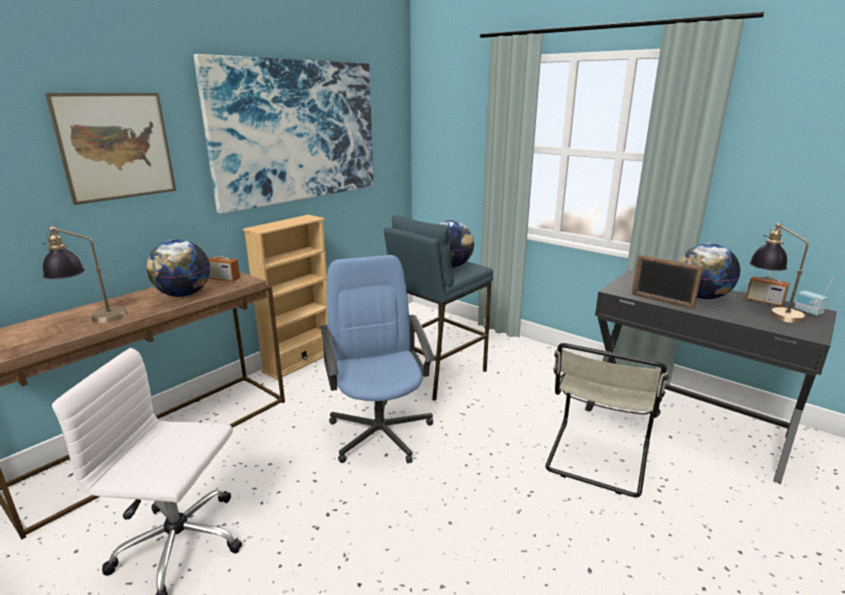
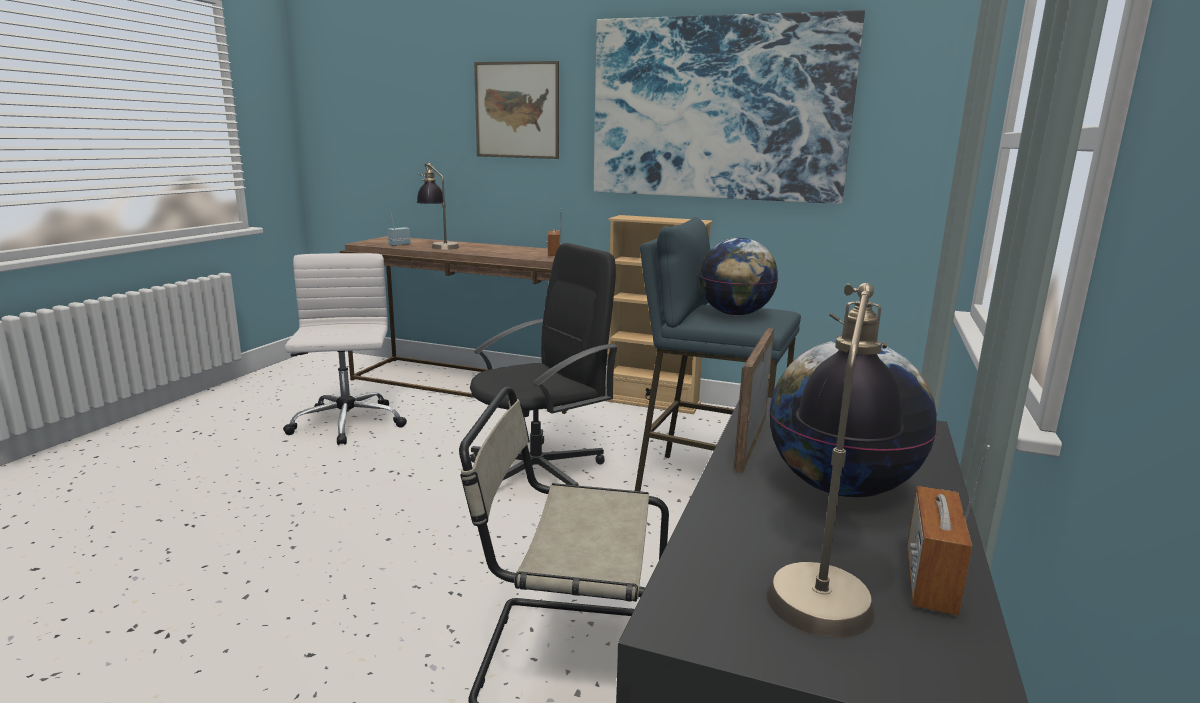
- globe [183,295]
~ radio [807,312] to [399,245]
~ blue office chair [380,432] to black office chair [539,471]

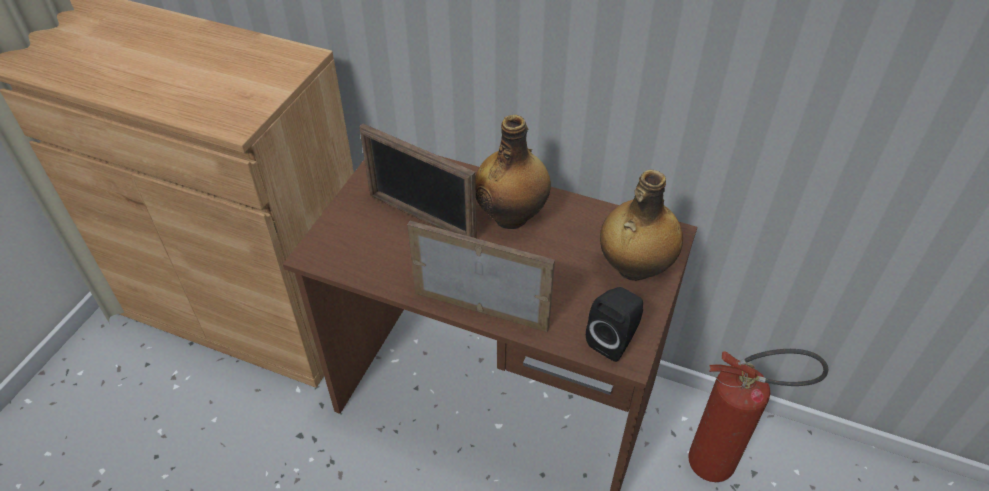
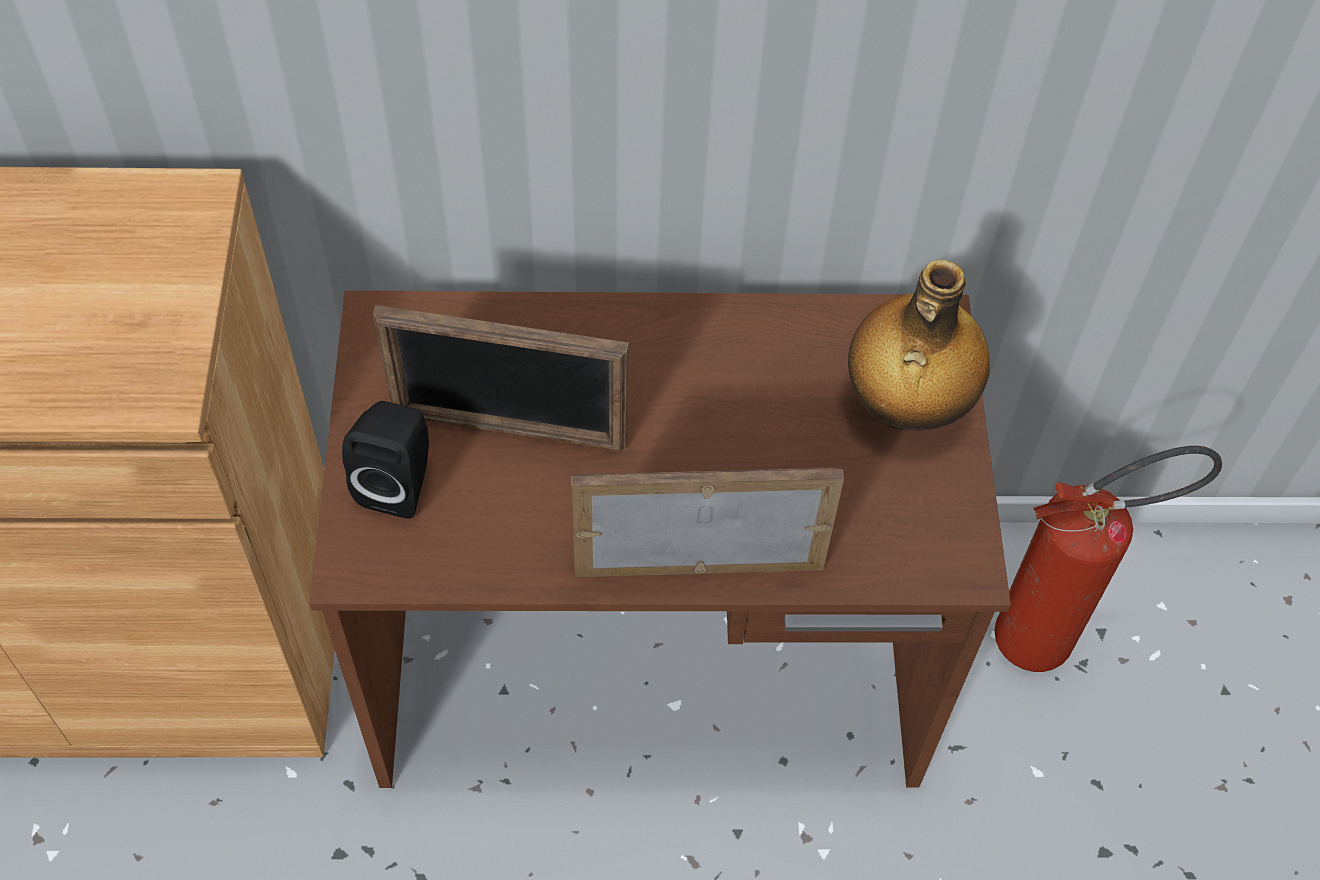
- bottle [512,216]
~ black speaker [614,340] to [399,482]

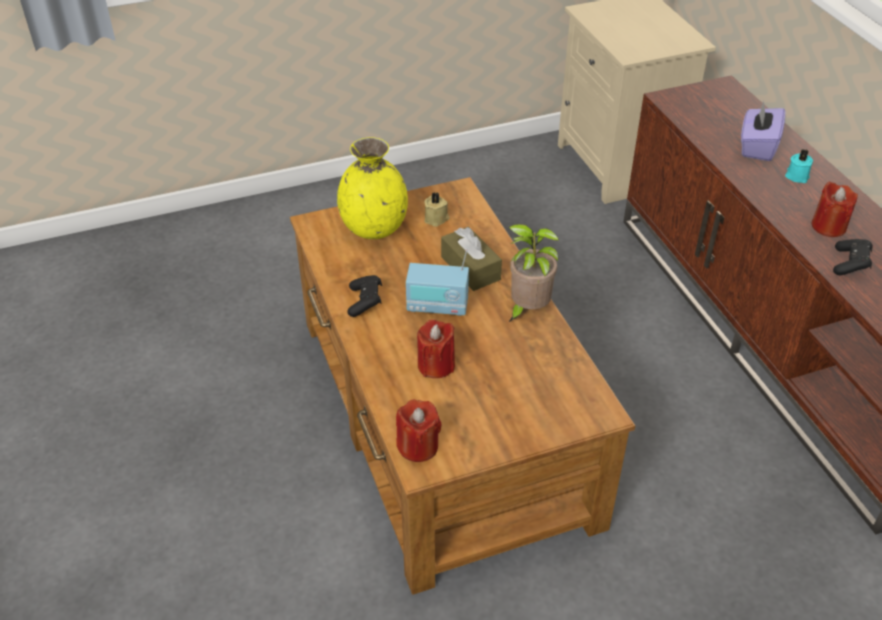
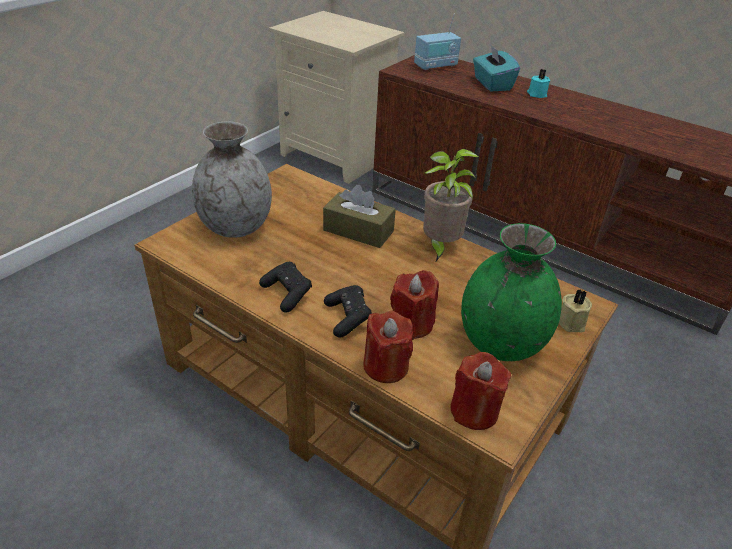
+ green vase [501,344]
~ radio [437,306] to [435,66]
~ beige candle [436,219] to [572,322]
~ red candle [828,226] to [385,366]
~ black game controller [850,264] to [348,318]
~ yellow vase [374,228] to grey vase [235,227]
~ purple tissue box [757,147] to turquoise tissue box [492,84]

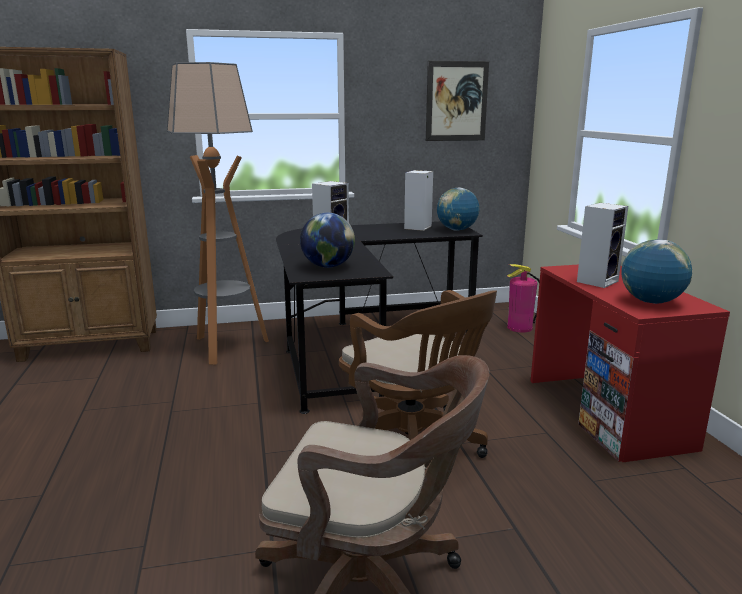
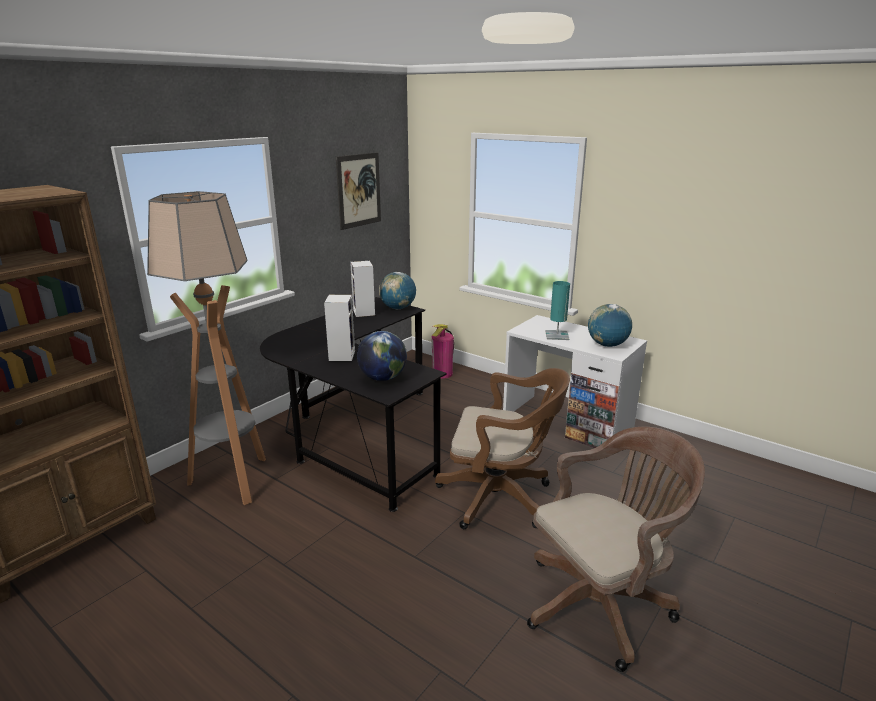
~ speaker [597,281] to turquoise table lamp [557,335]
~ red desk [607,412] to white desk [567,422]

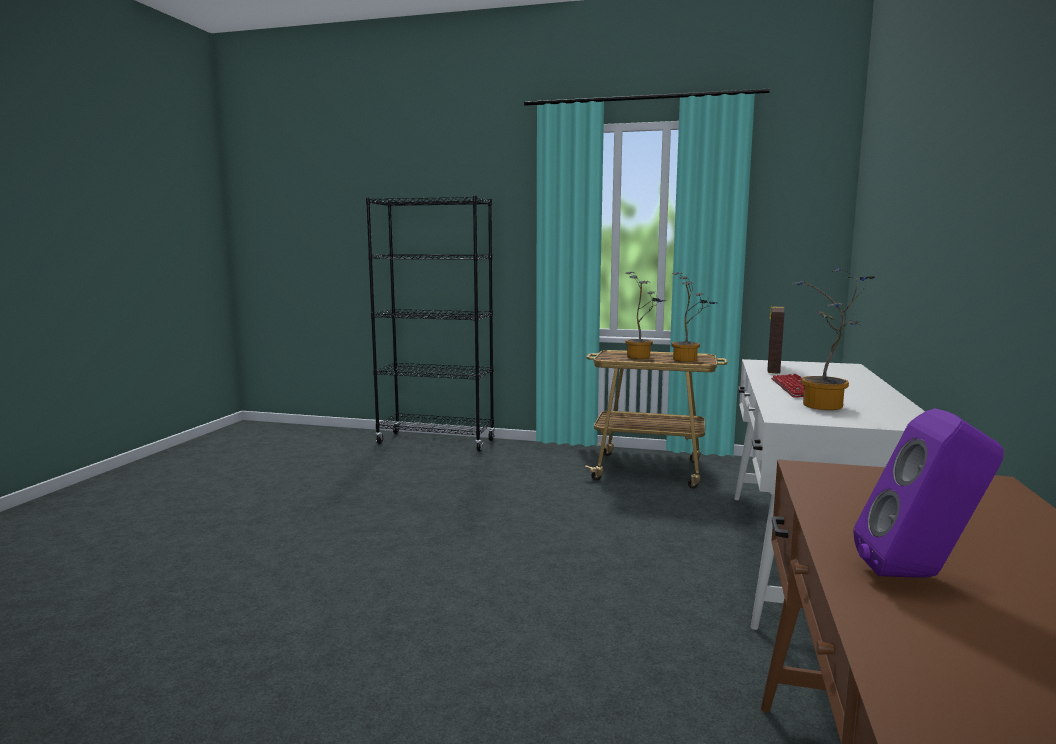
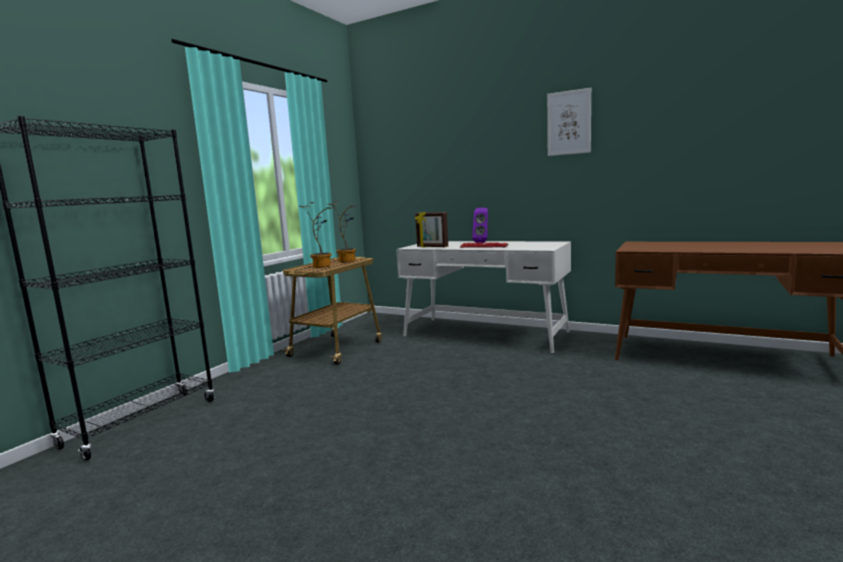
- potted plant [824,407]
+ picture [569,123]
~ purple speaker [919,576] to [482,243]

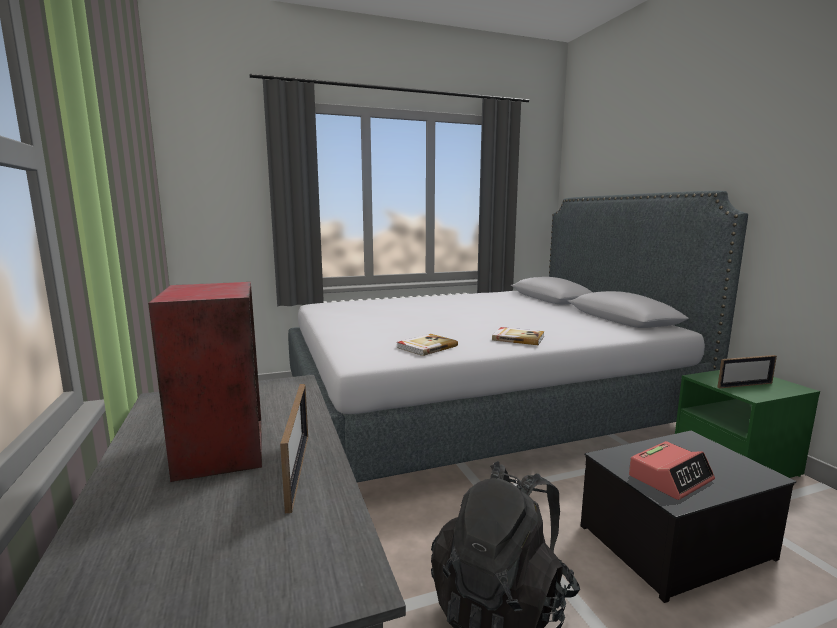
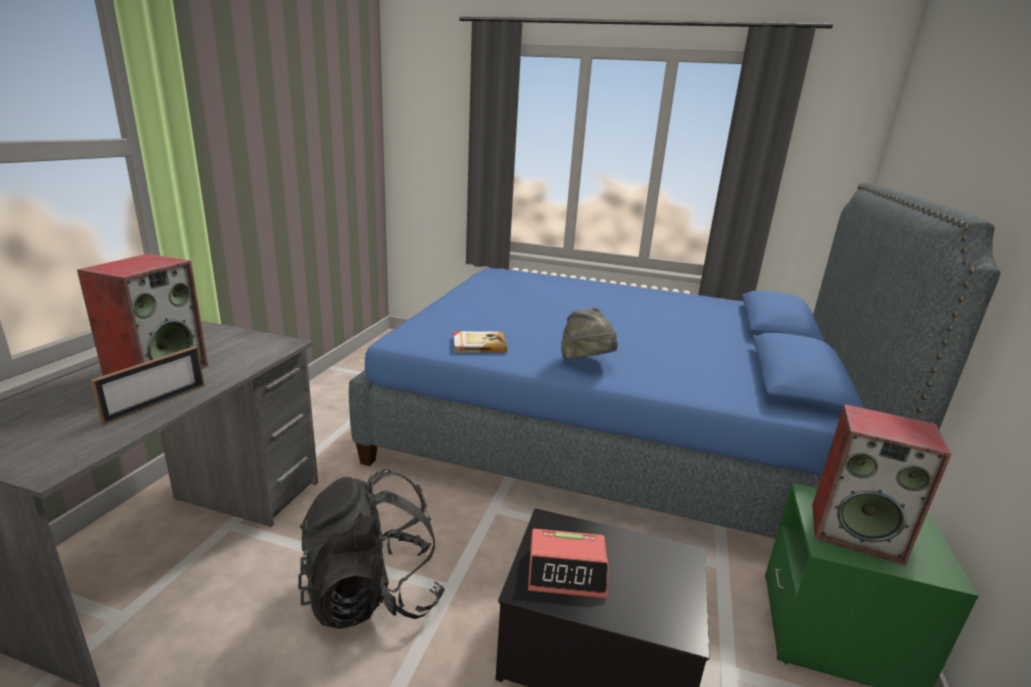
~ book [518,338] to grey hat [586,363]
~ picture frame [745,385] to speaker [857,532]
~ grey bed [479,408] to blue bed [612,431]

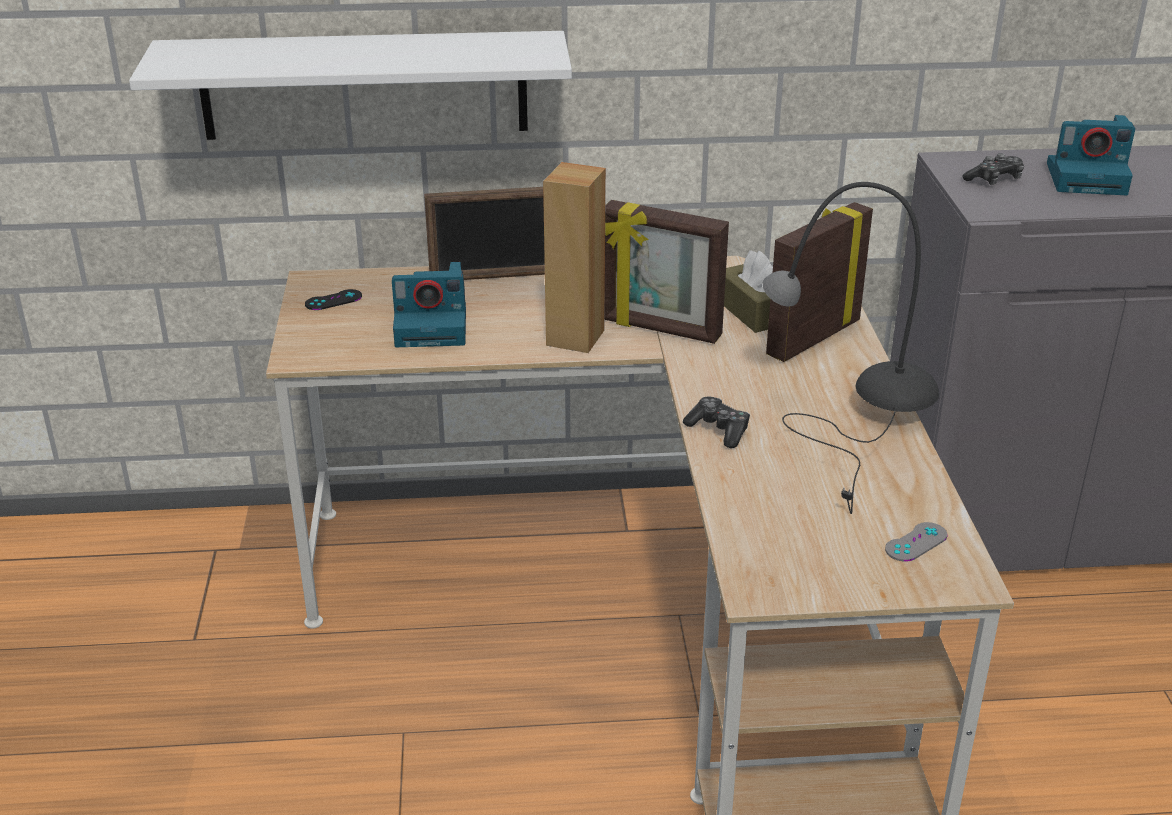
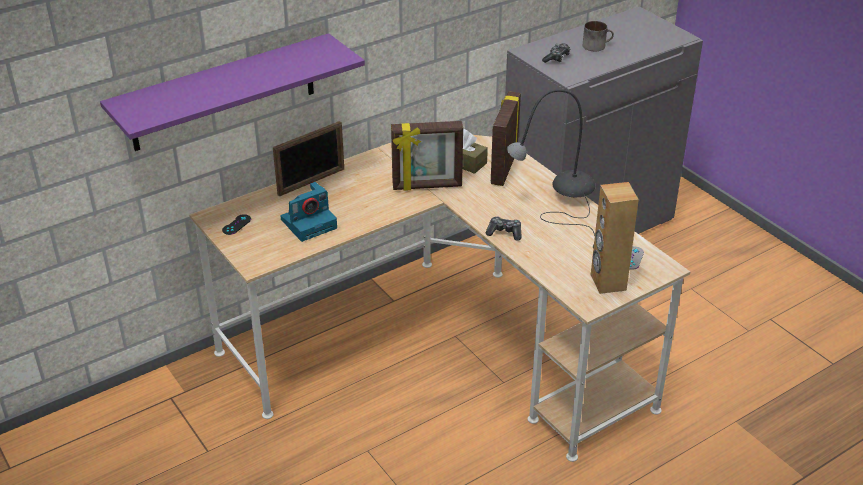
~ brown speaker [574,337] to [607,282]
~ photo camera [1088,178] to mug [596,45]
~ white shelf [364,85] to purple shelf [223,93]

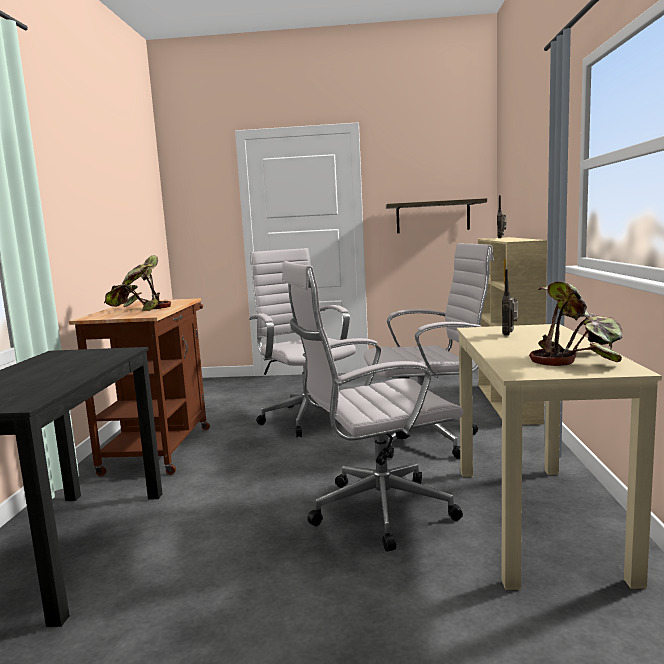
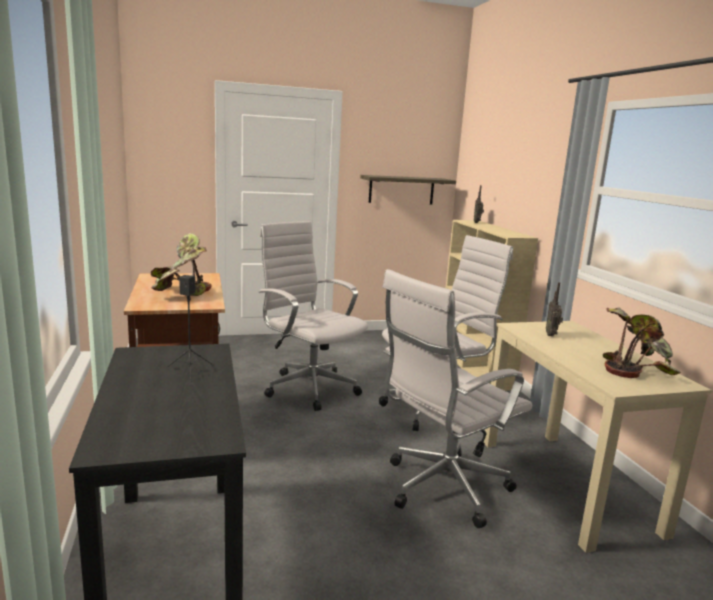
+ black speaker [190,371]

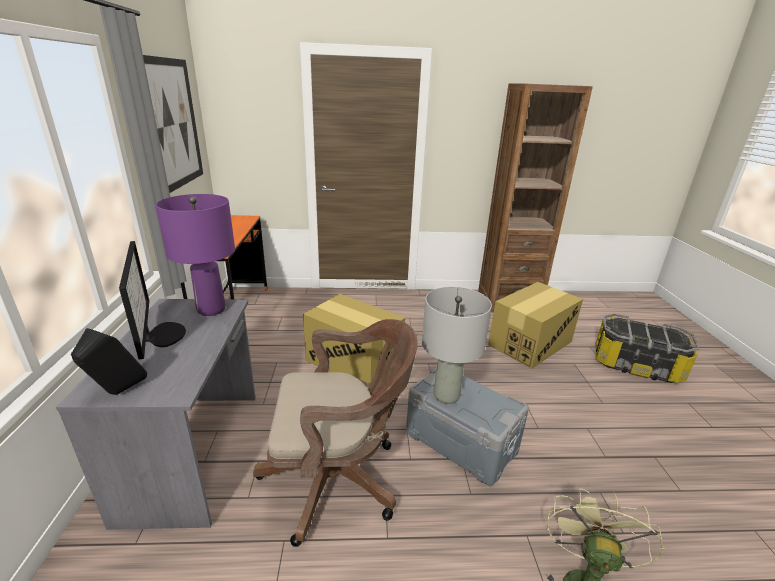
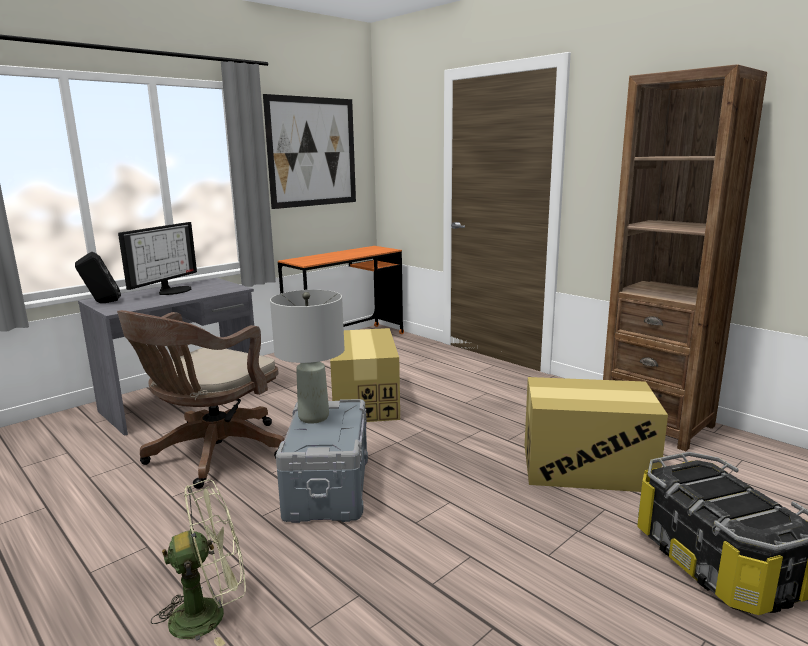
- purple table lamp [212,309]
~ brown office chair [339,479] = [212,454] 75 degrees clockwise

